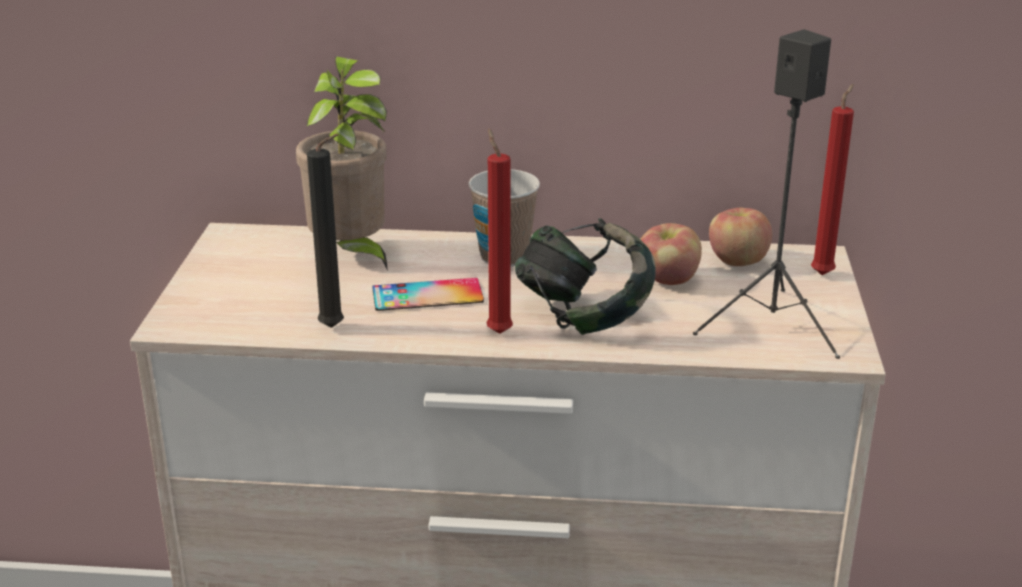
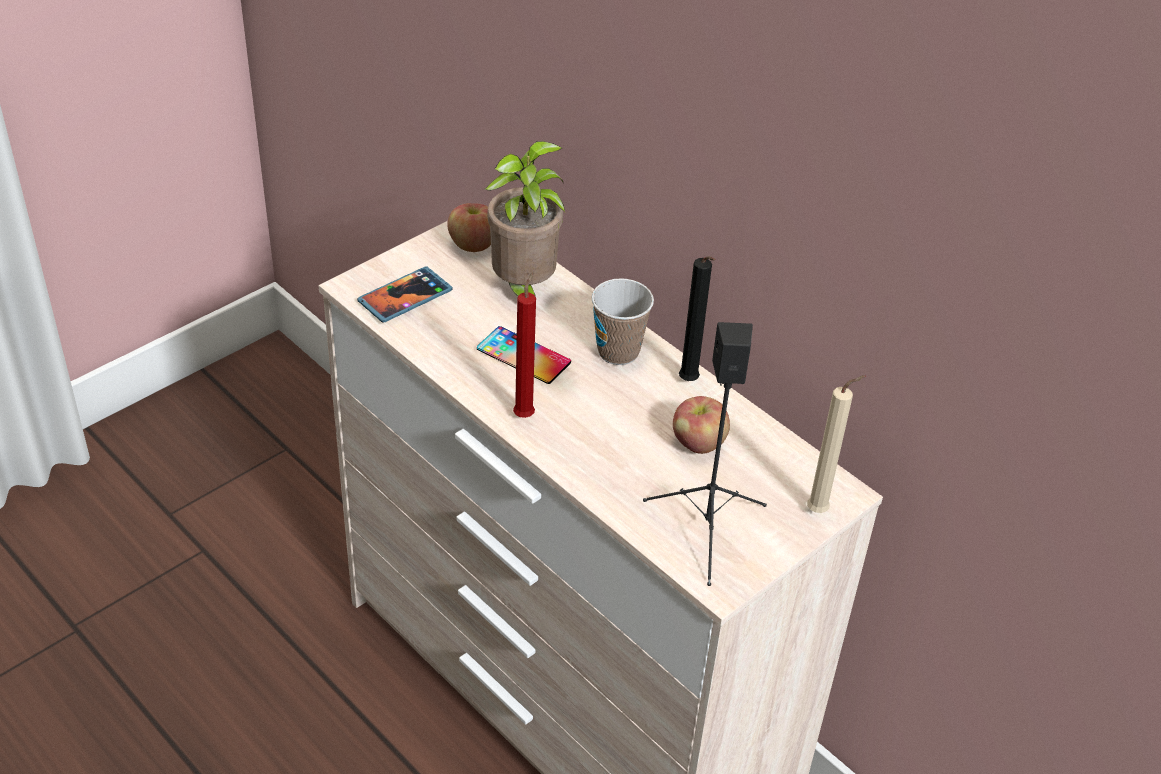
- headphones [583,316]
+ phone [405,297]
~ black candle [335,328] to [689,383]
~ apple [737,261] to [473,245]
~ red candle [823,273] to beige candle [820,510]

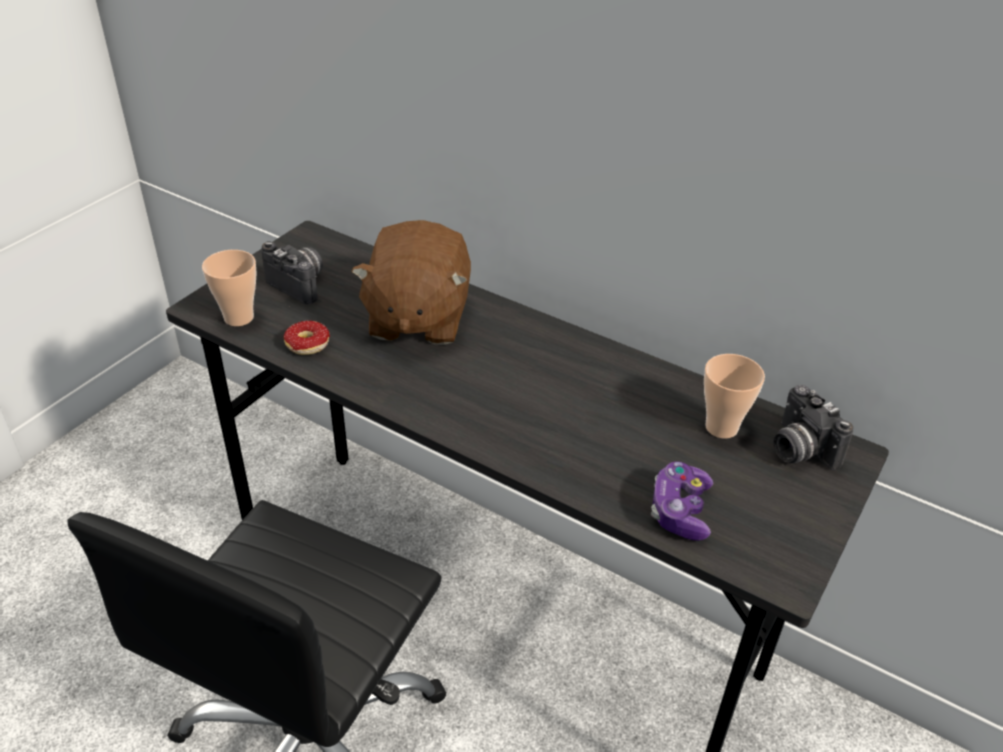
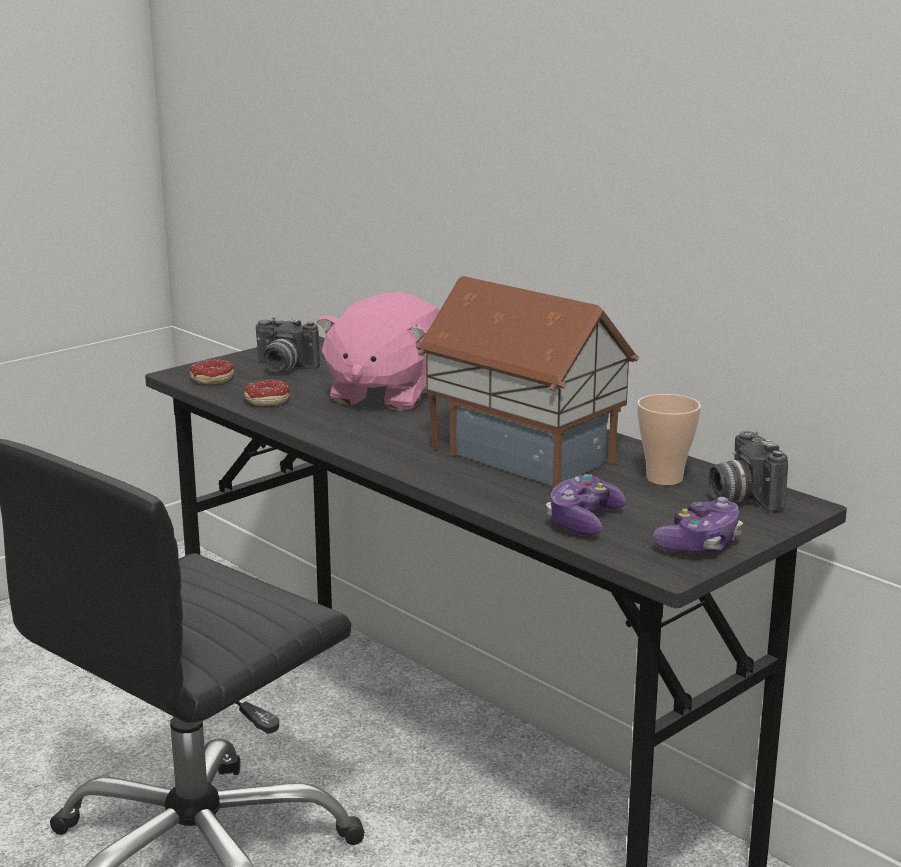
+ toy house [525,453]
+ game controller [700,544]
~ cup [239,318] to donut [211,382]
~ brown plush toy [417,318] to pink plush toy [385,394]
~ photo camera [301,284] = [282,368] 150 degrees clockwise

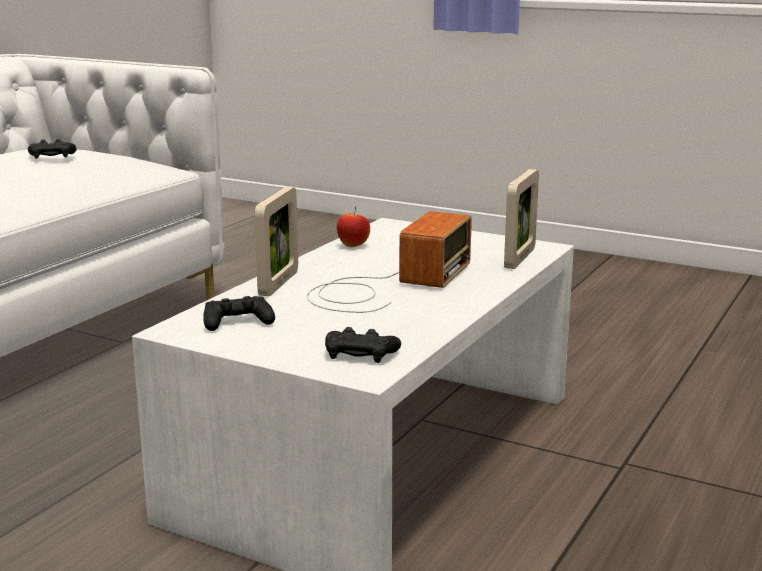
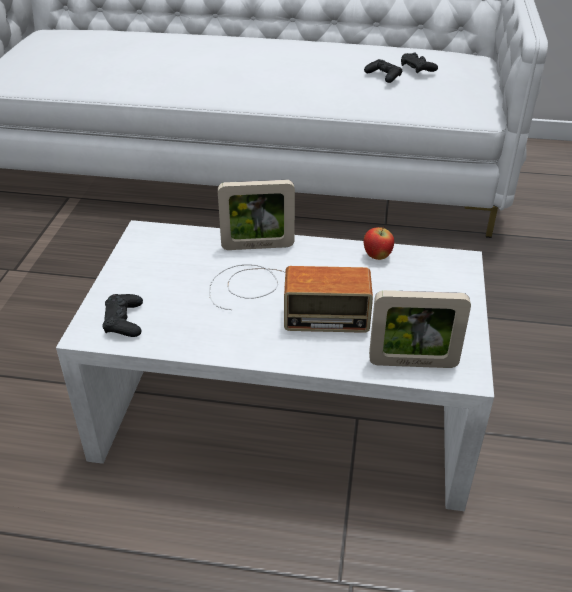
~ black game controller [237,322] to [383,76]

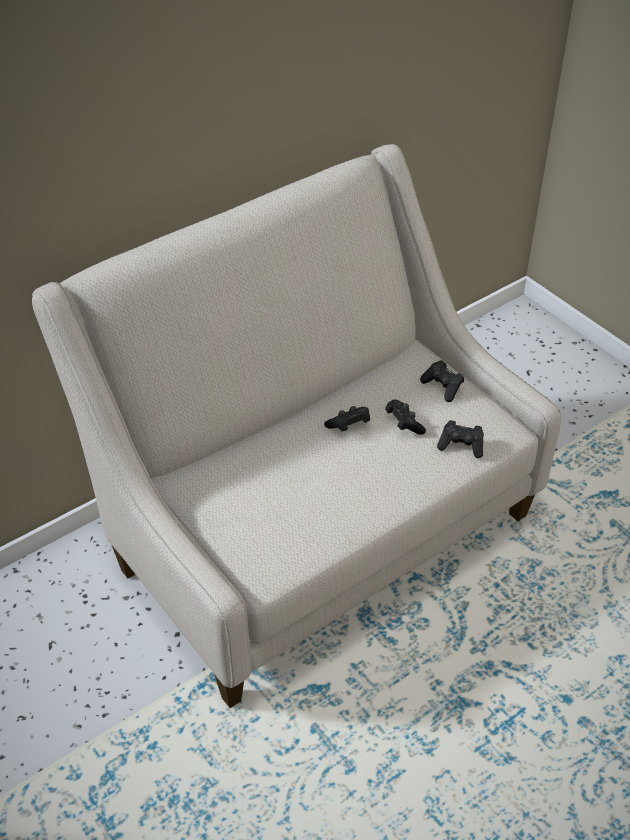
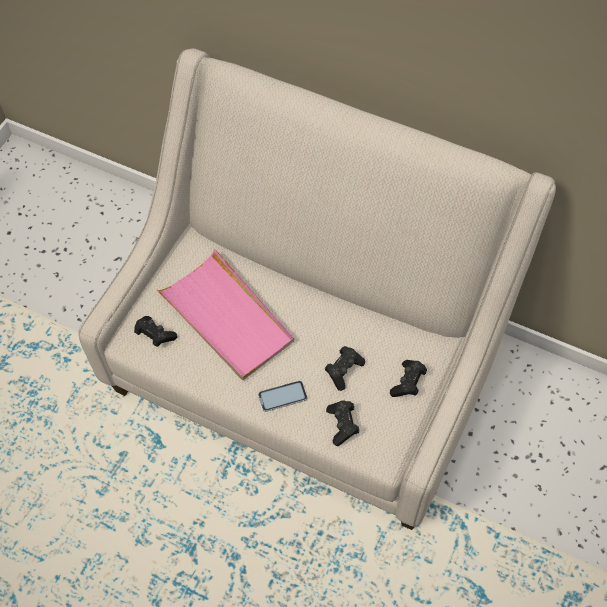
+ pink tray [227,318]
+ phone [282,396]
~ black game controller [349,426] to [155,335]

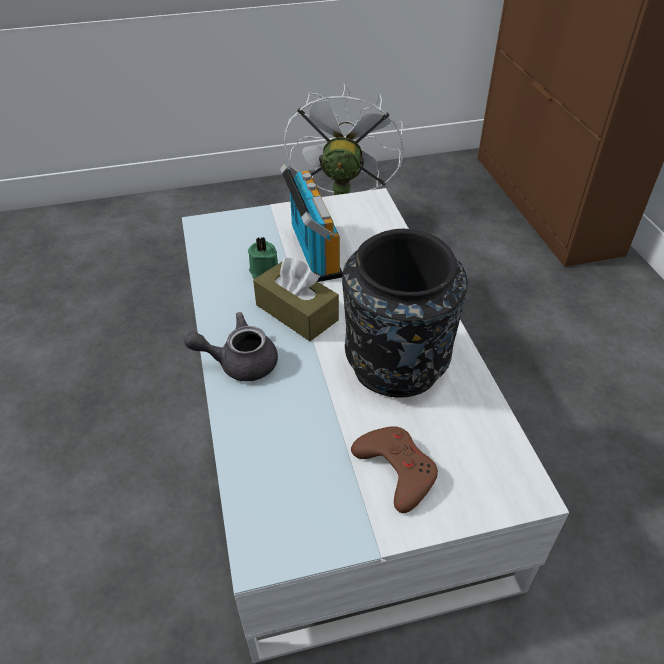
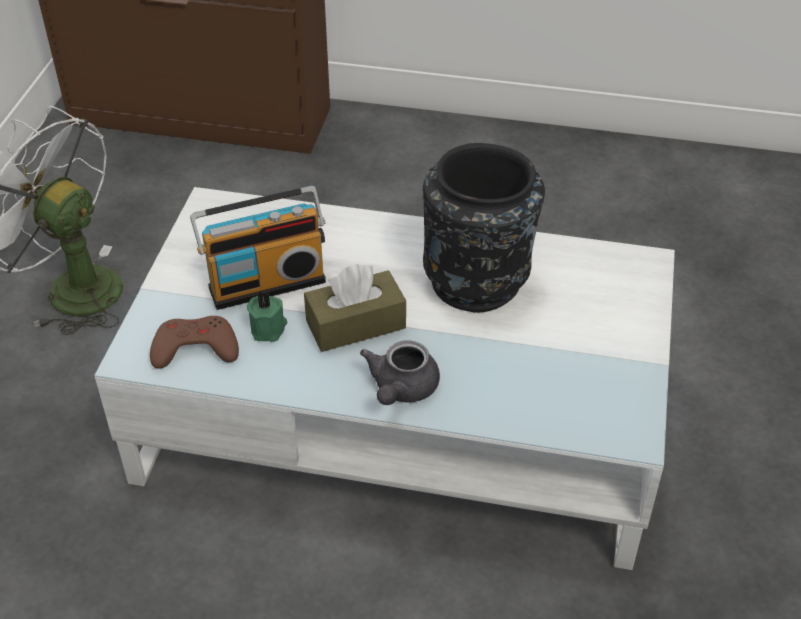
~ brown game controller [396,470] to [195,348]
~ radio [312,253] = [266,282] 150 degrees clockwise

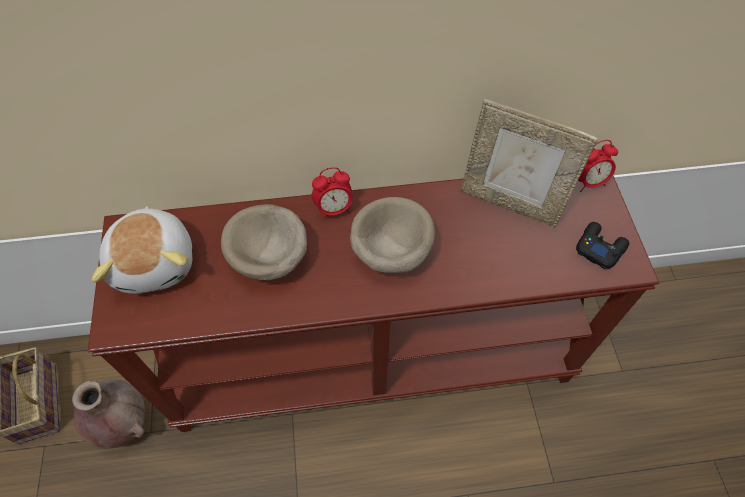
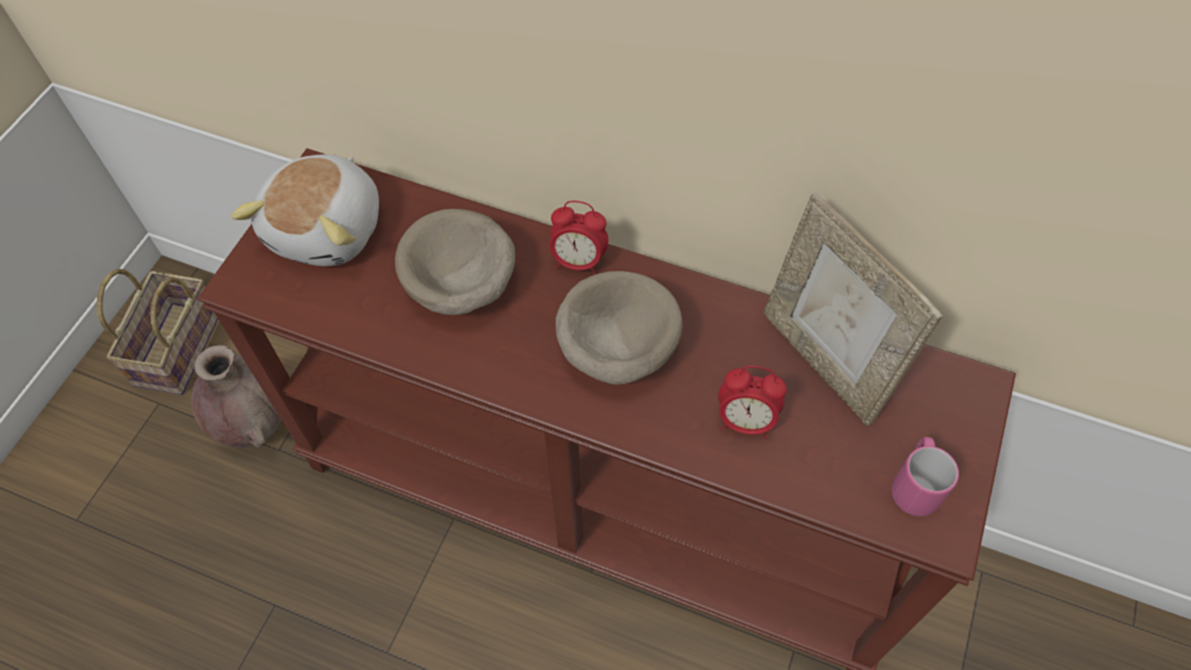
~ alarm clock [588,182] to [745,421]
~ black game controller [599,247] to pink mug [914,485]

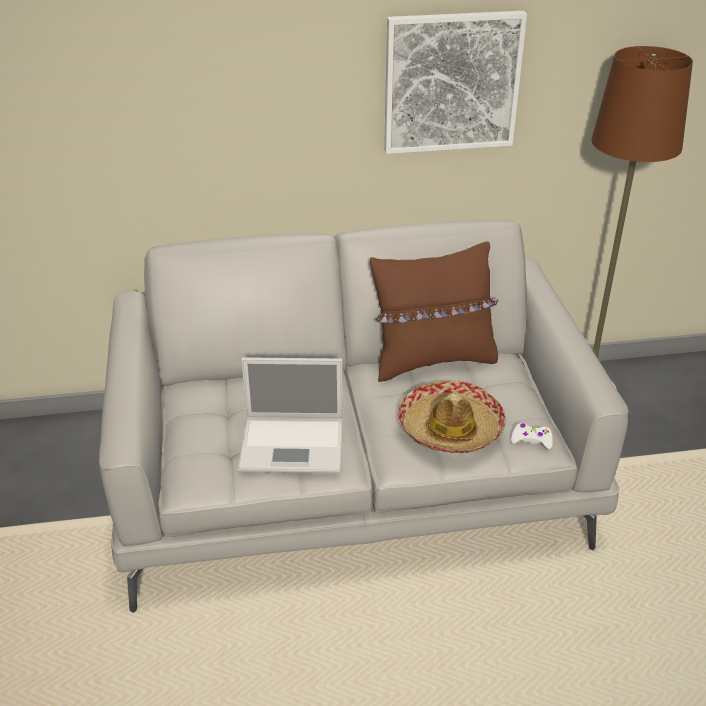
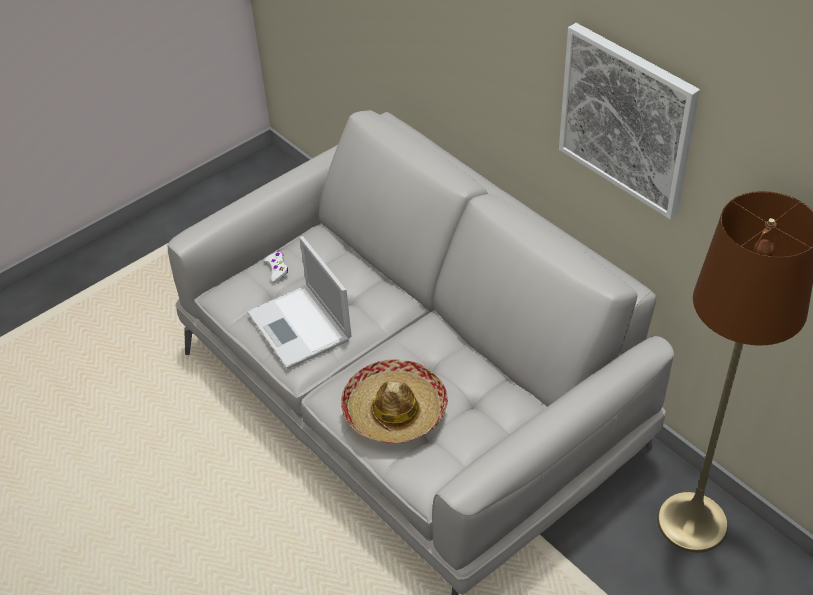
- brown pillow [432,361]
~ white game controller [531,440] to [277,269]

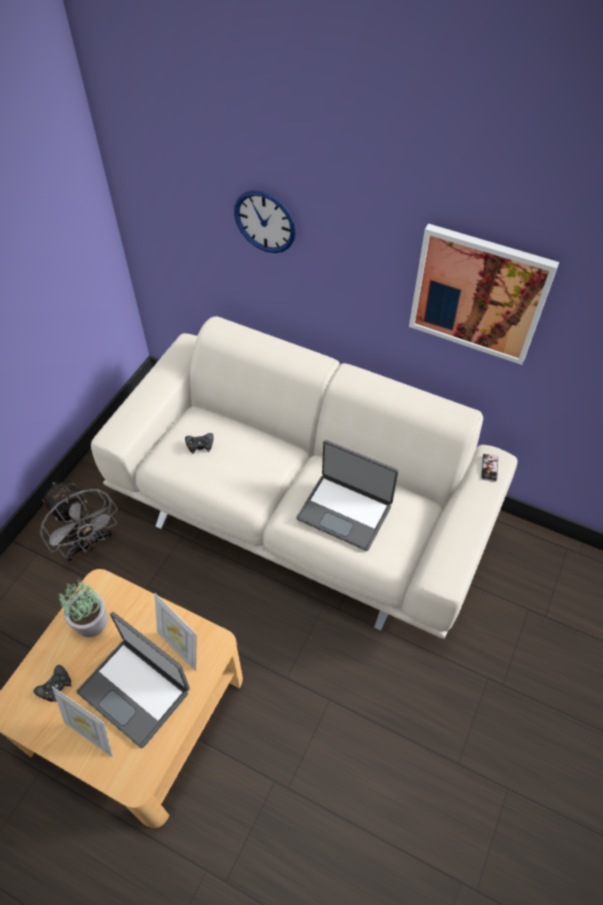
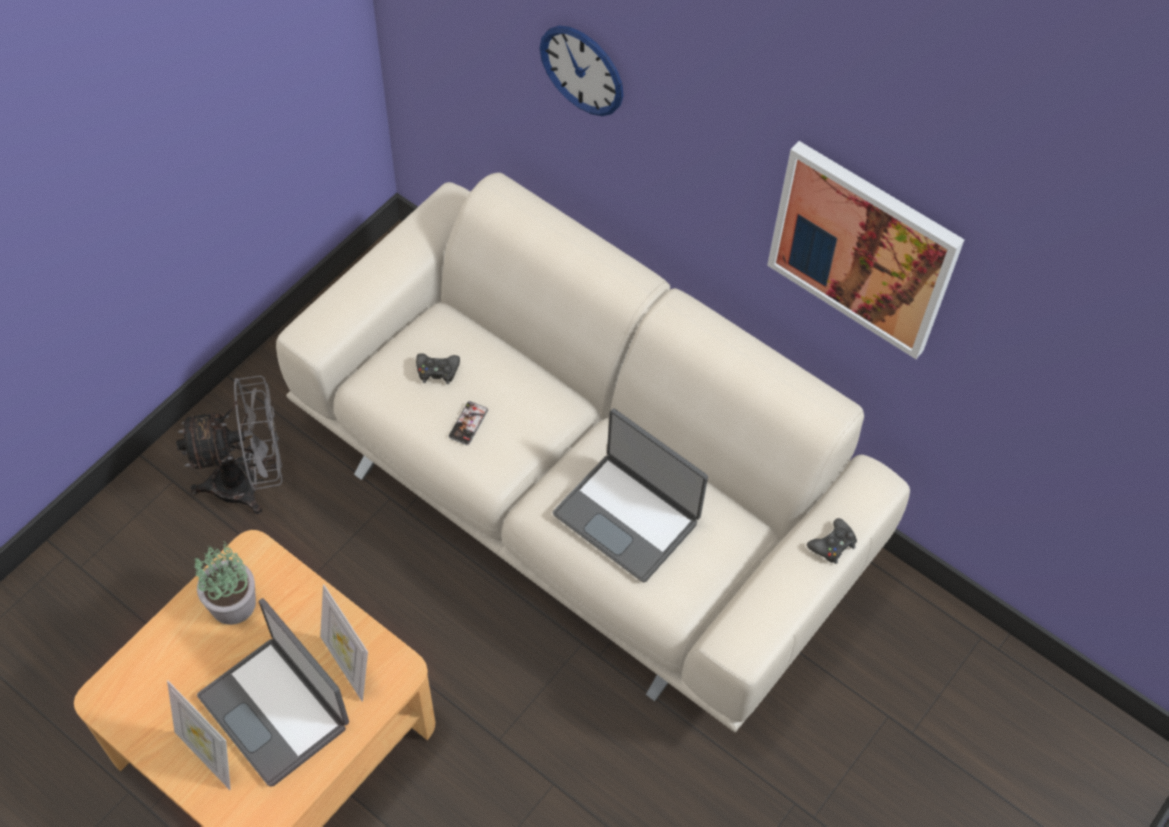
~ black game controller [55,686] to [833,545]
~ phone [489,468] to [468,423]
~ grey fan [88,544] = [249,482] 75 degrees counterclockwise

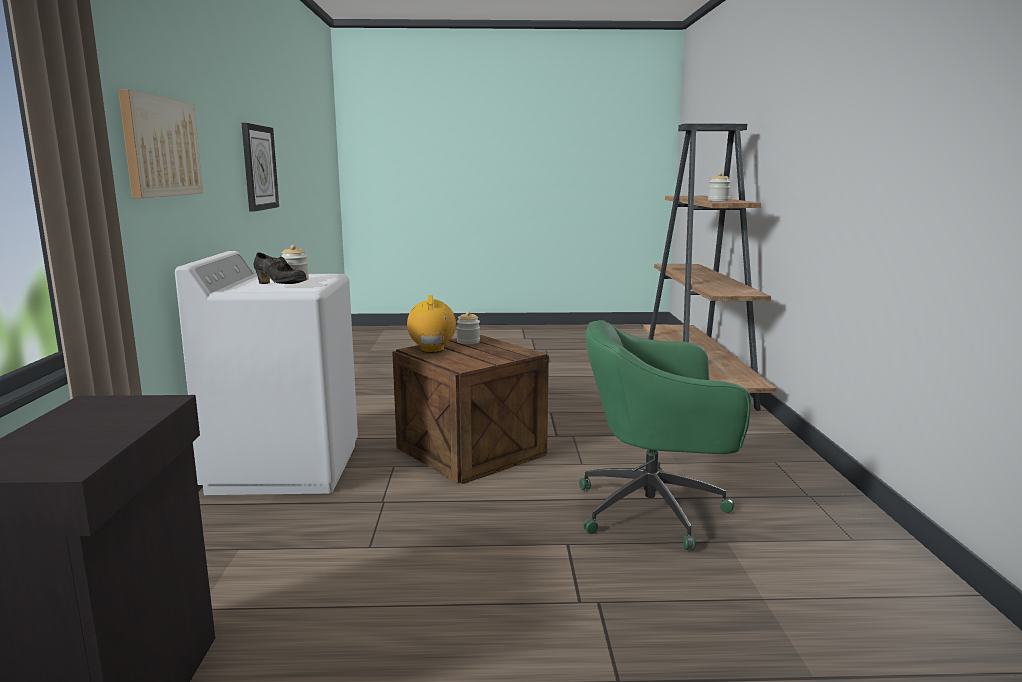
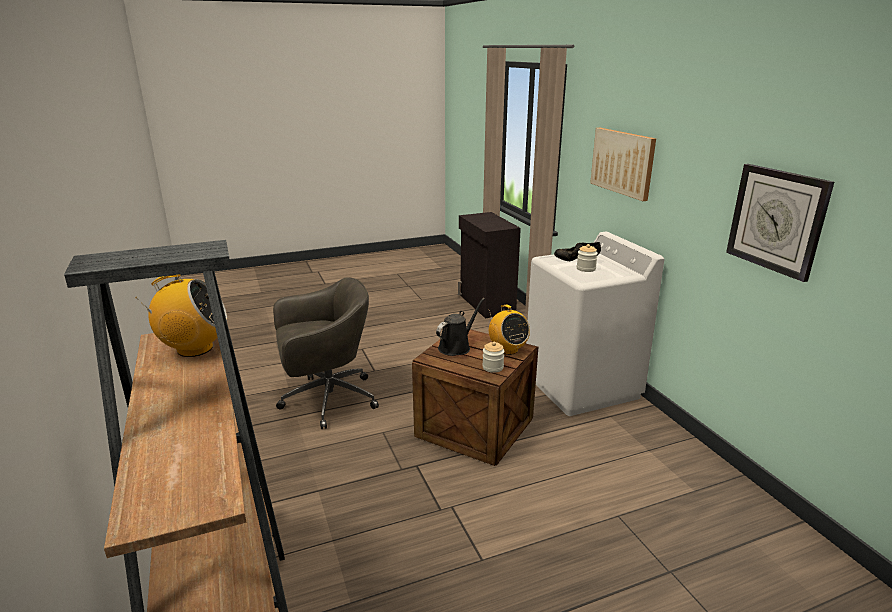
+ black watering can [456,347]
~ jar [718,200] to radio [194,349]
~ green office chair [655,510] to grey office chair [326,400]

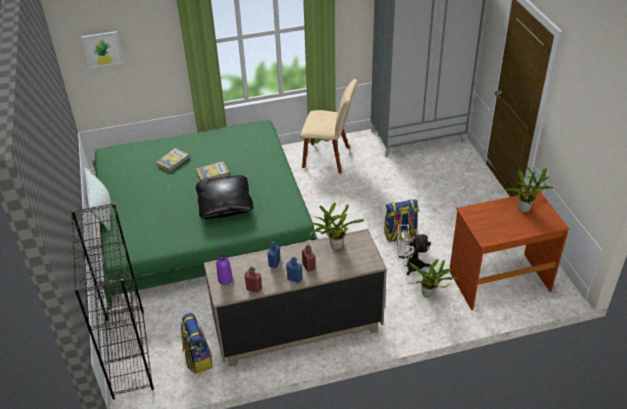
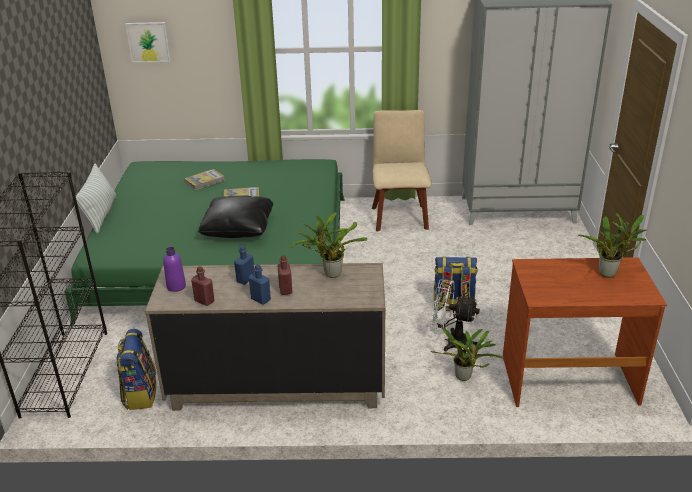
~ beige chair [329,158] = [399,216] 120 degrees counterclockwise

